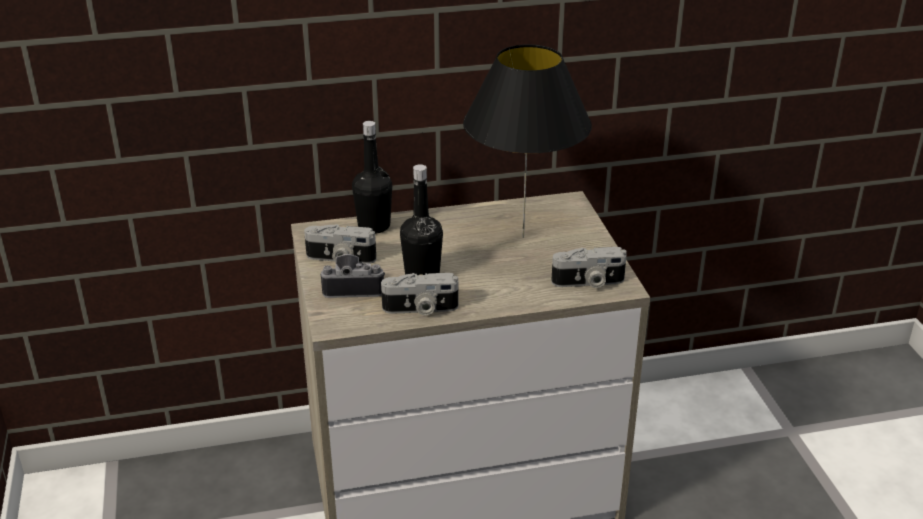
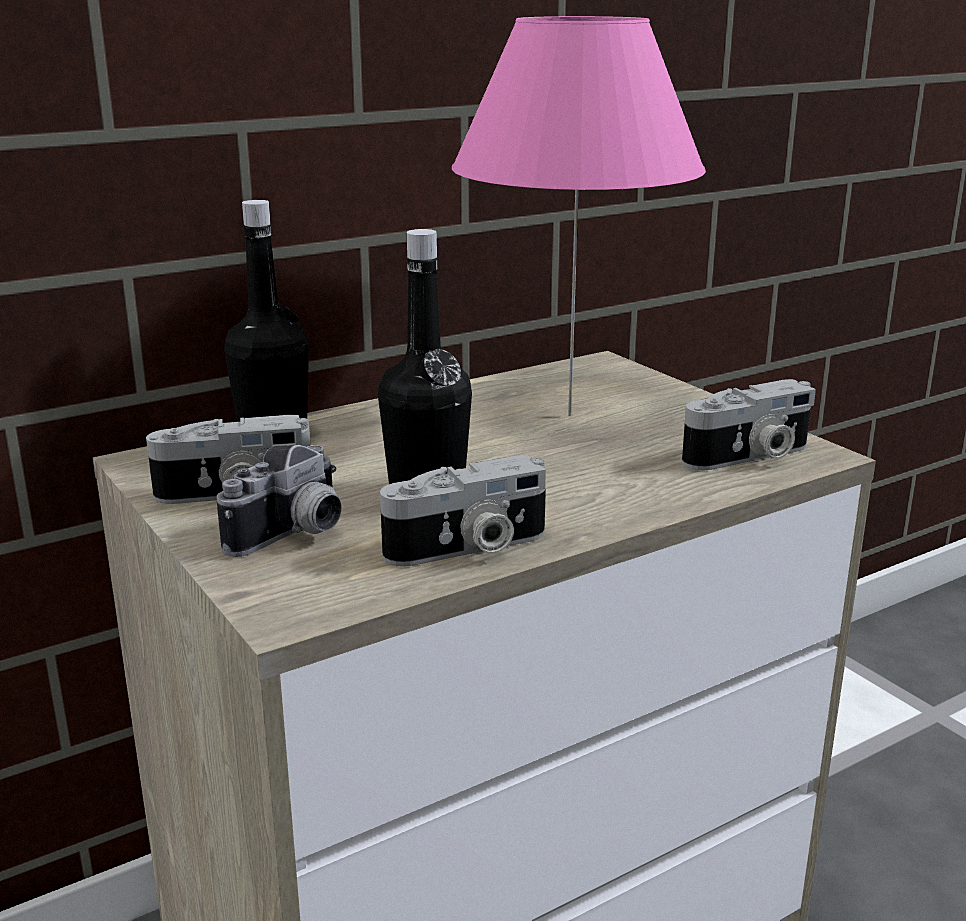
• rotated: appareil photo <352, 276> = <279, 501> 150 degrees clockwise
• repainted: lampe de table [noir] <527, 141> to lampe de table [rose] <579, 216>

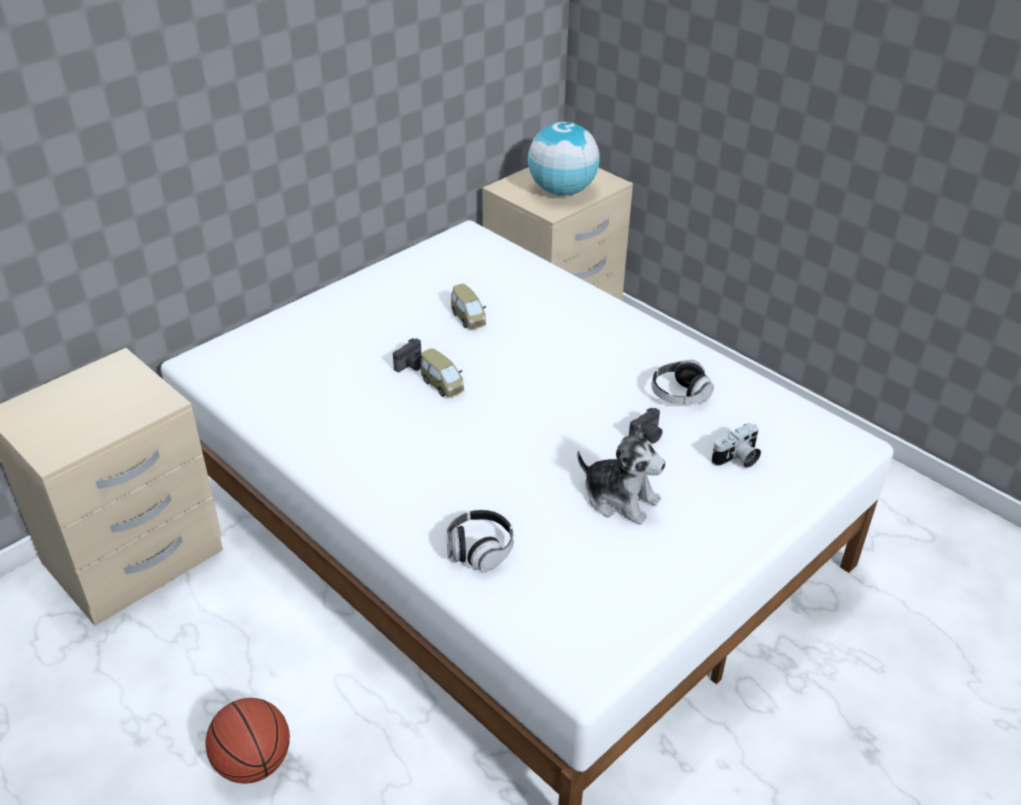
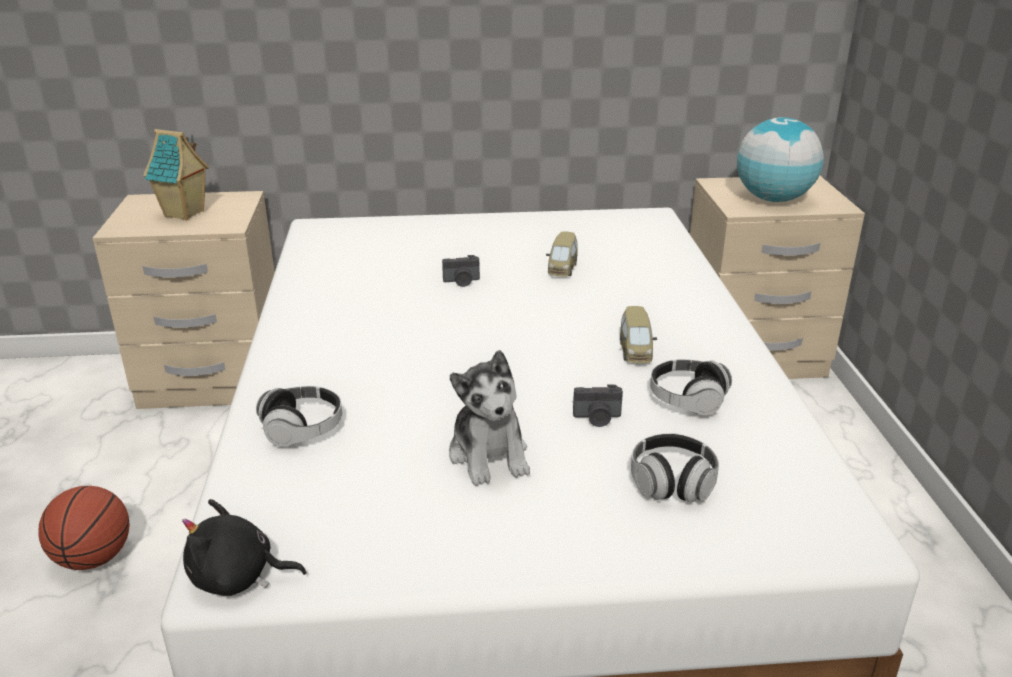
• shifted: petite voiture <442, 373> to <638, 334>
• swapped: appareil photo <736, 445> to casque audio <675, 468>
• new: maison miniature <176, 174>
• new: peluche [noir] <244, 547>

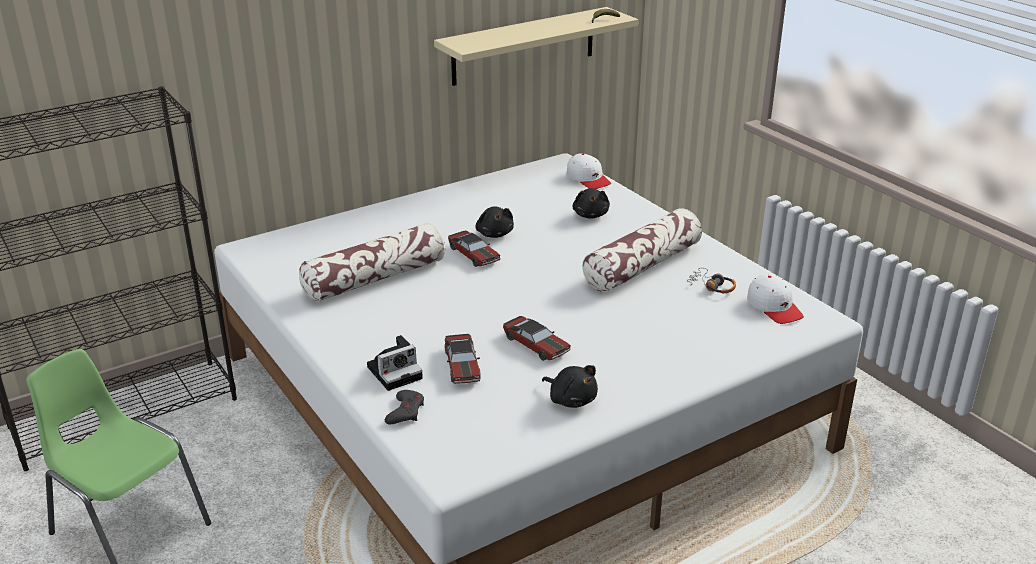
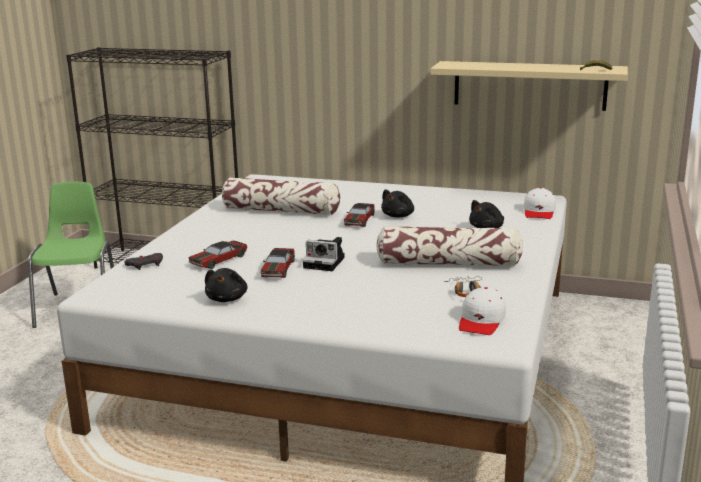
• shifted: appareil photo <395, 363> to <324, 254>

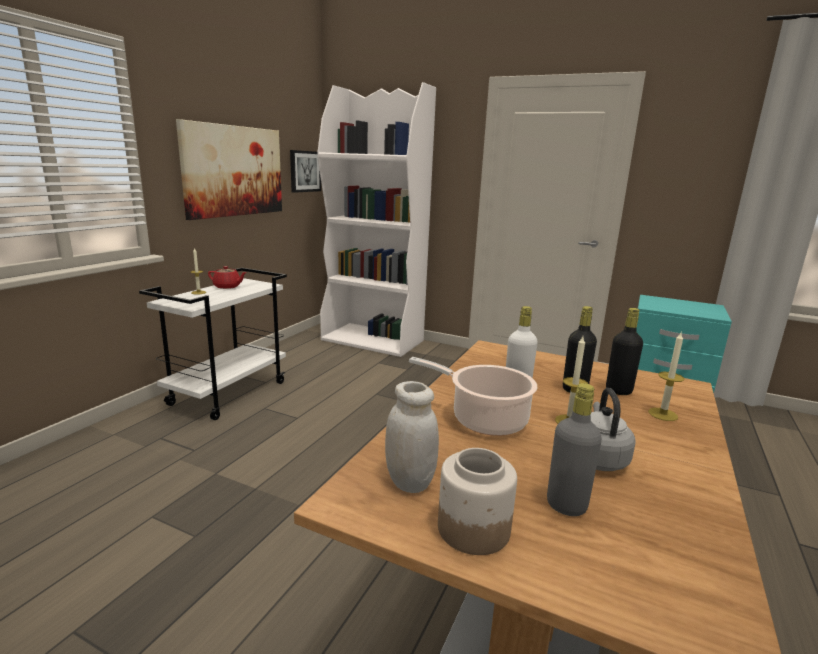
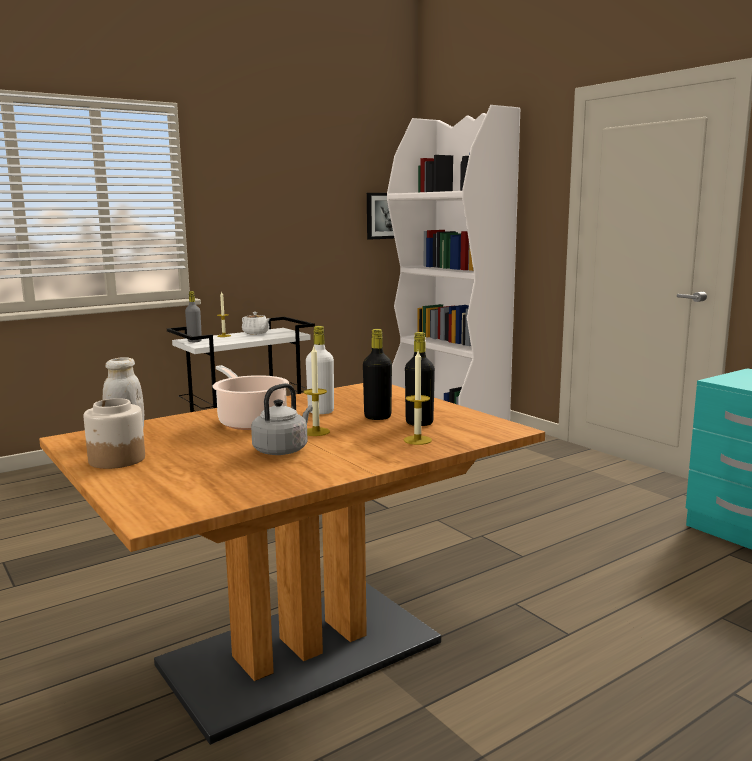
• gone: tableau <229, 169>
• repainted: théière [rouge] <227, 277> to théière [blanc] <256, 323>
• shifted: bouteille [gris] <574, 449> to <193, 316>

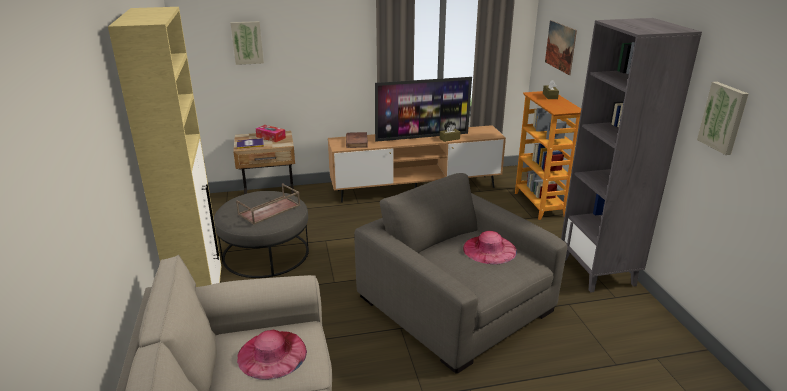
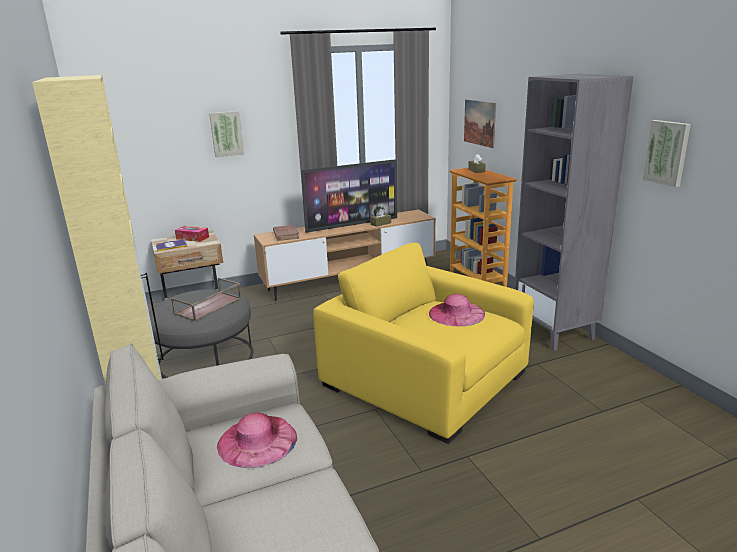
• shifted: tableau <247, 43> to <226, 134>
• repainted: fauteuil [gris] <460, 273> to fauteuil [jaune] <423, 343>

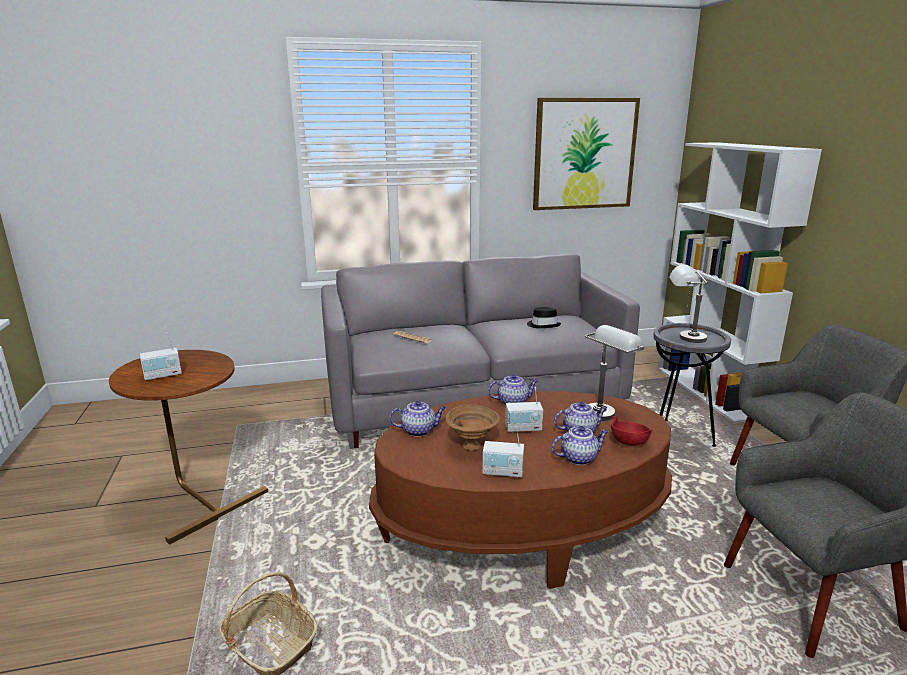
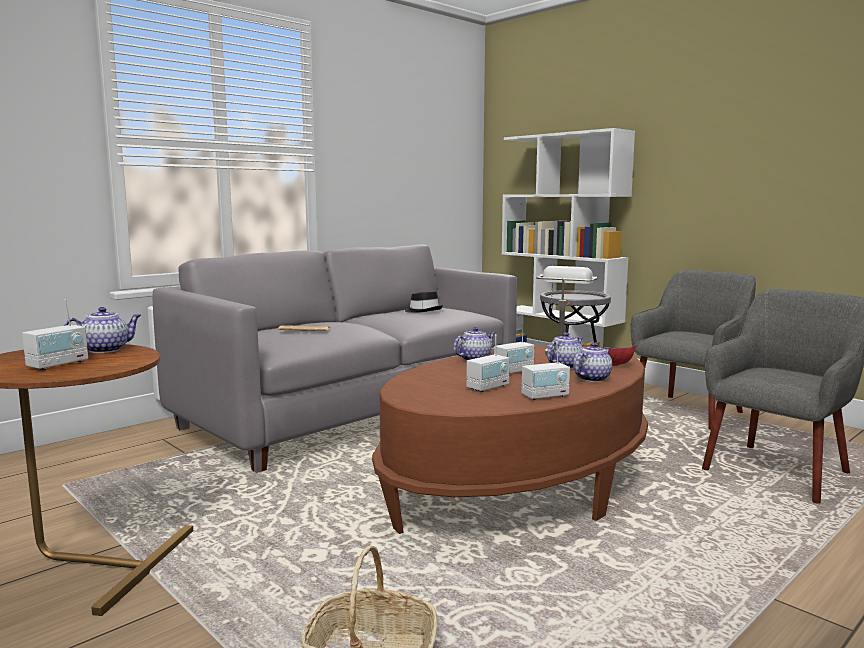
• shifted: théière <418, 419> to <102, 330>
• swapped: bol [marron] <473, 428> to radio <488, 363>
• gone: tableau <586, 154>
• gone: lampe de table [gris] <688, 303>

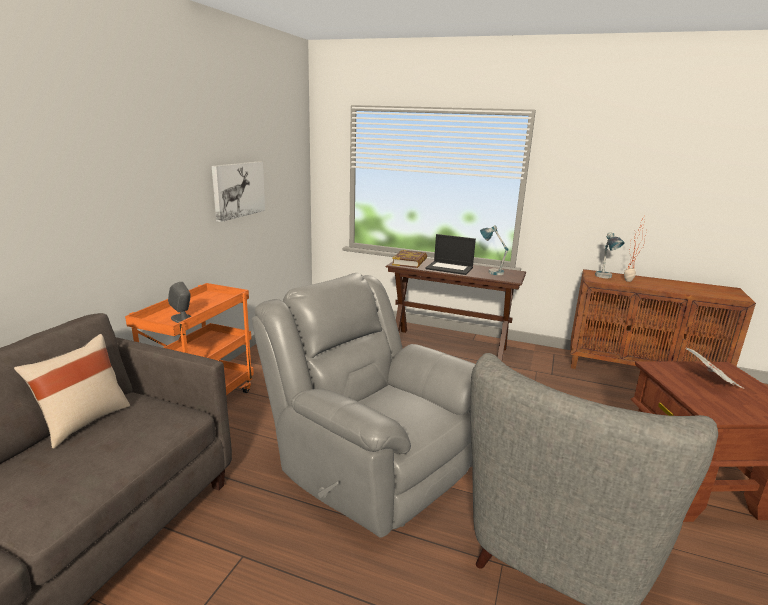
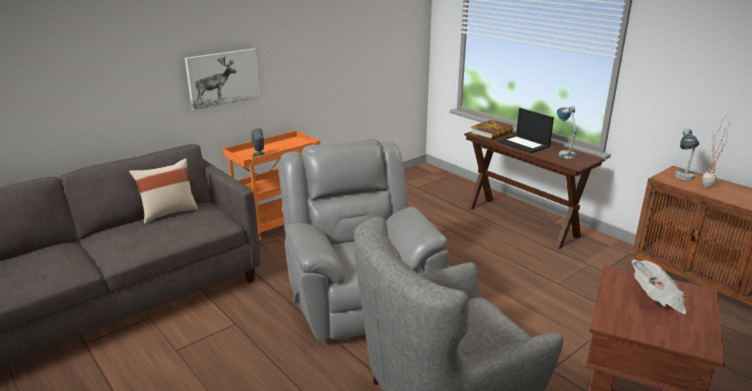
• shifted: tableau <238, 191> to <222, 79>

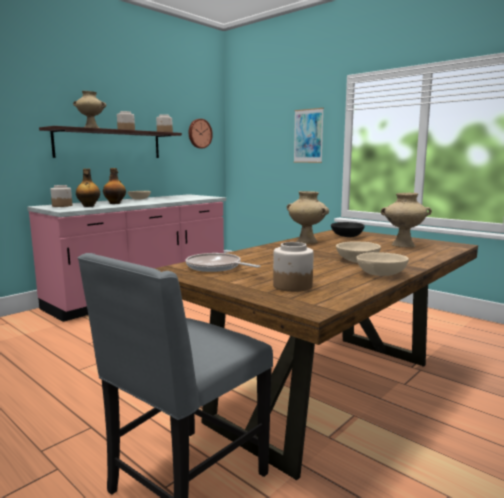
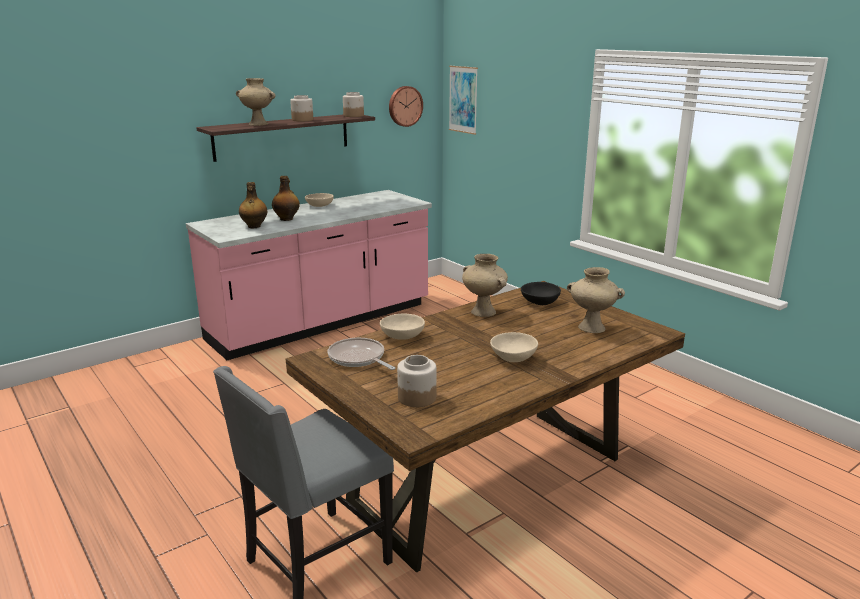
• gone: bocal <61, 196>
• shifted: tableau <309, 135> to <463, 100>
• shifted: bol [beige] <383, 264> to <402, 326>

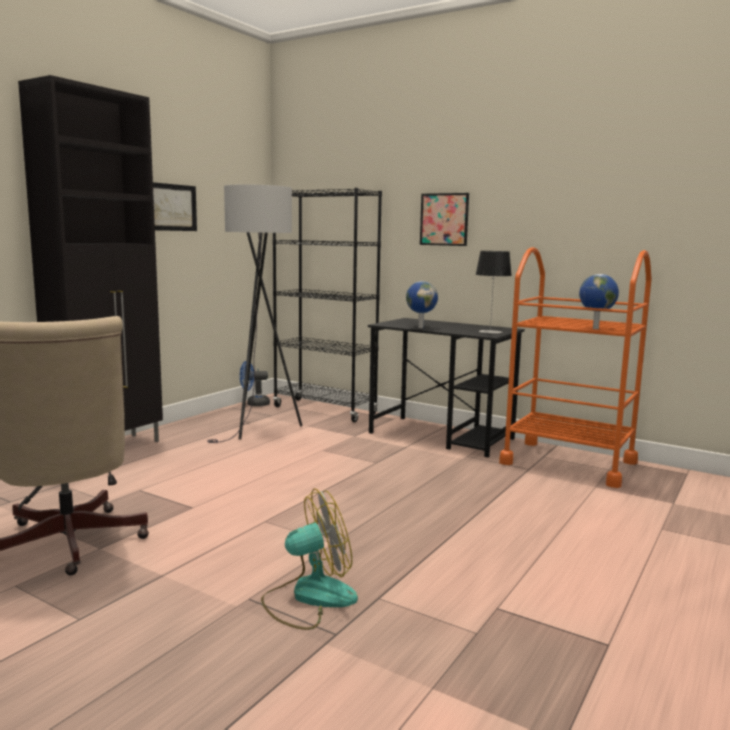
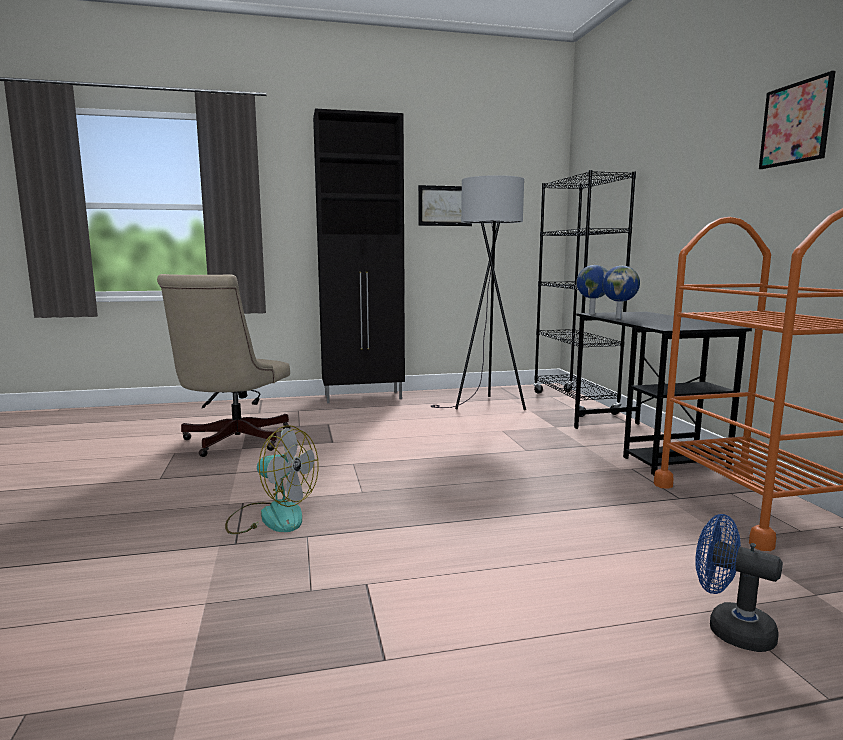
• shifted: ventilateur [bleu] <255, 383> to <739, 583>
• shifted: tableau <444, 219> to <797, 120>
• gone: lampe de table <494, 292>
• shifted: globe <599, 301> to <592, 289>

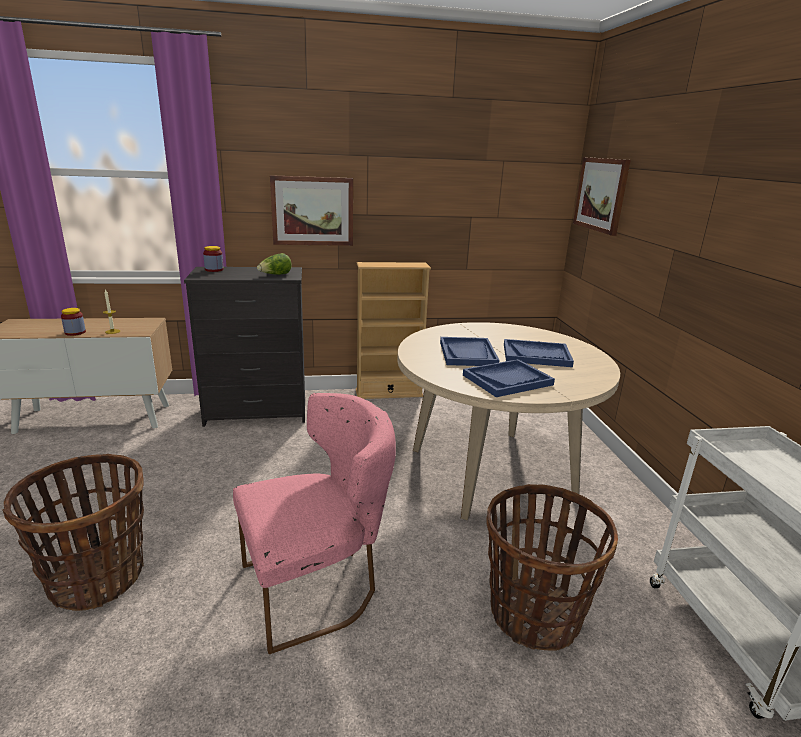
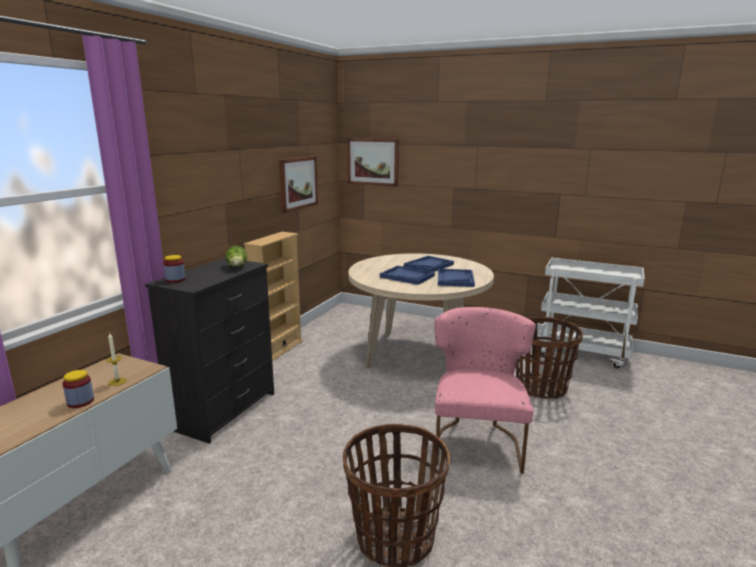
• shifted: tableau <311, 210> to <298, 184>

